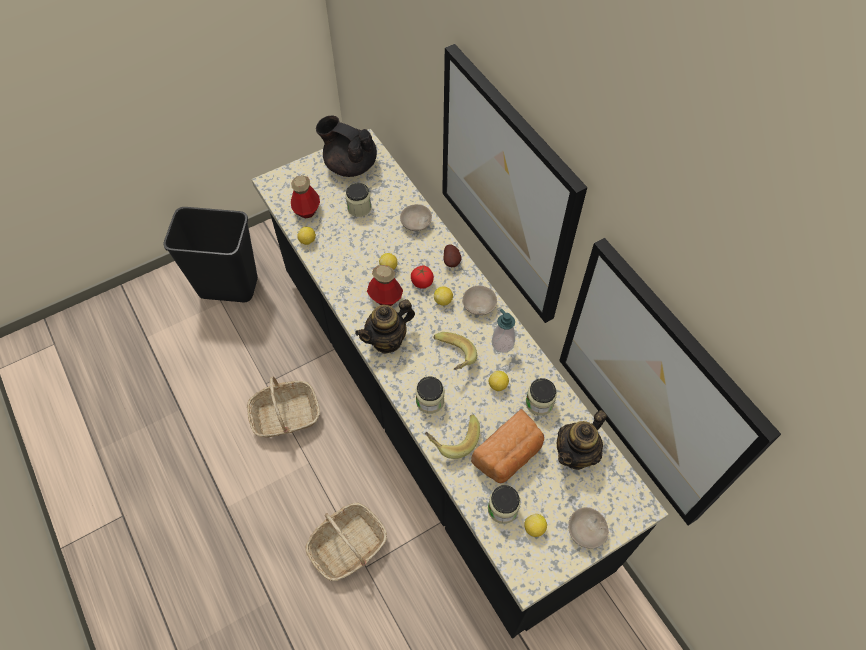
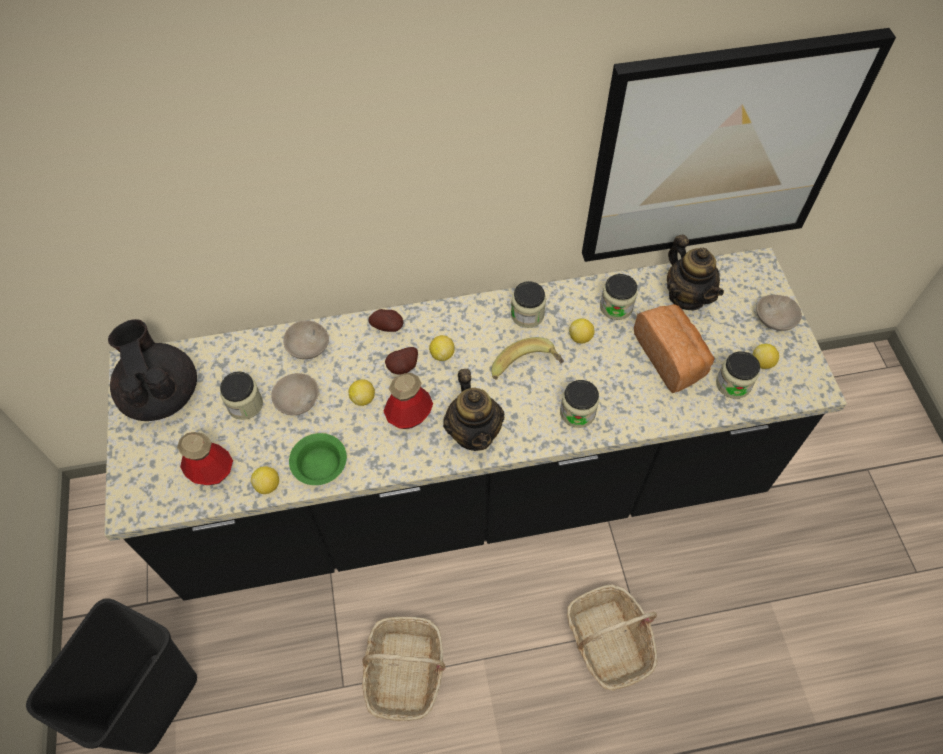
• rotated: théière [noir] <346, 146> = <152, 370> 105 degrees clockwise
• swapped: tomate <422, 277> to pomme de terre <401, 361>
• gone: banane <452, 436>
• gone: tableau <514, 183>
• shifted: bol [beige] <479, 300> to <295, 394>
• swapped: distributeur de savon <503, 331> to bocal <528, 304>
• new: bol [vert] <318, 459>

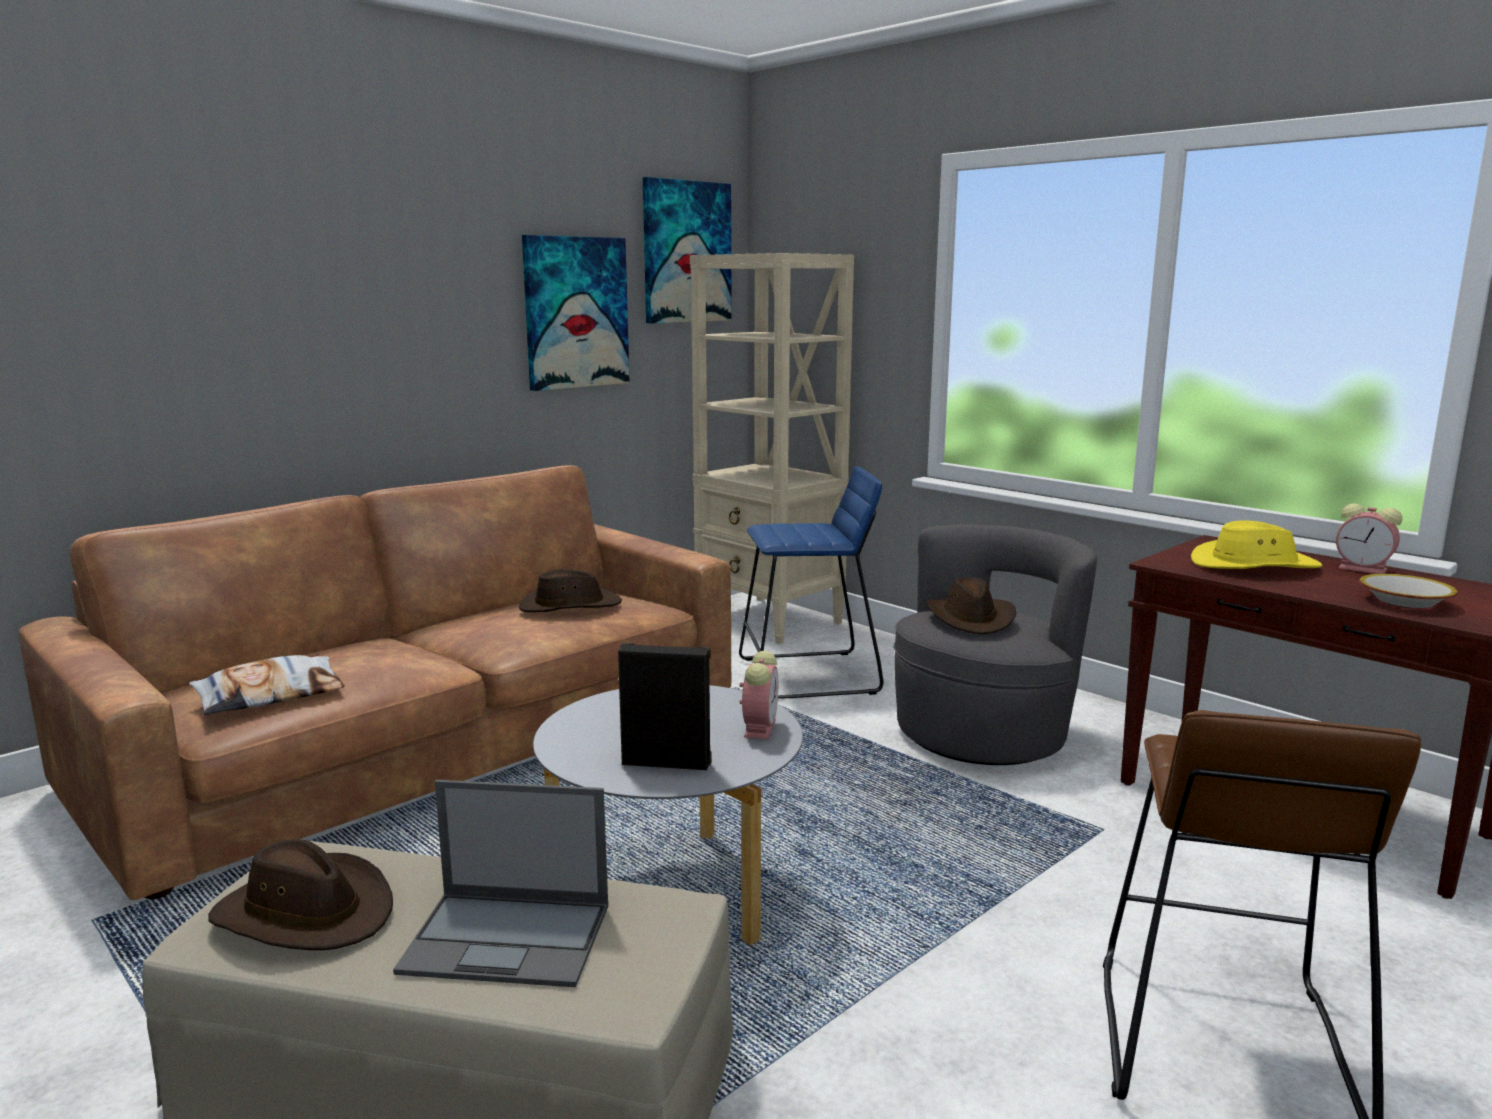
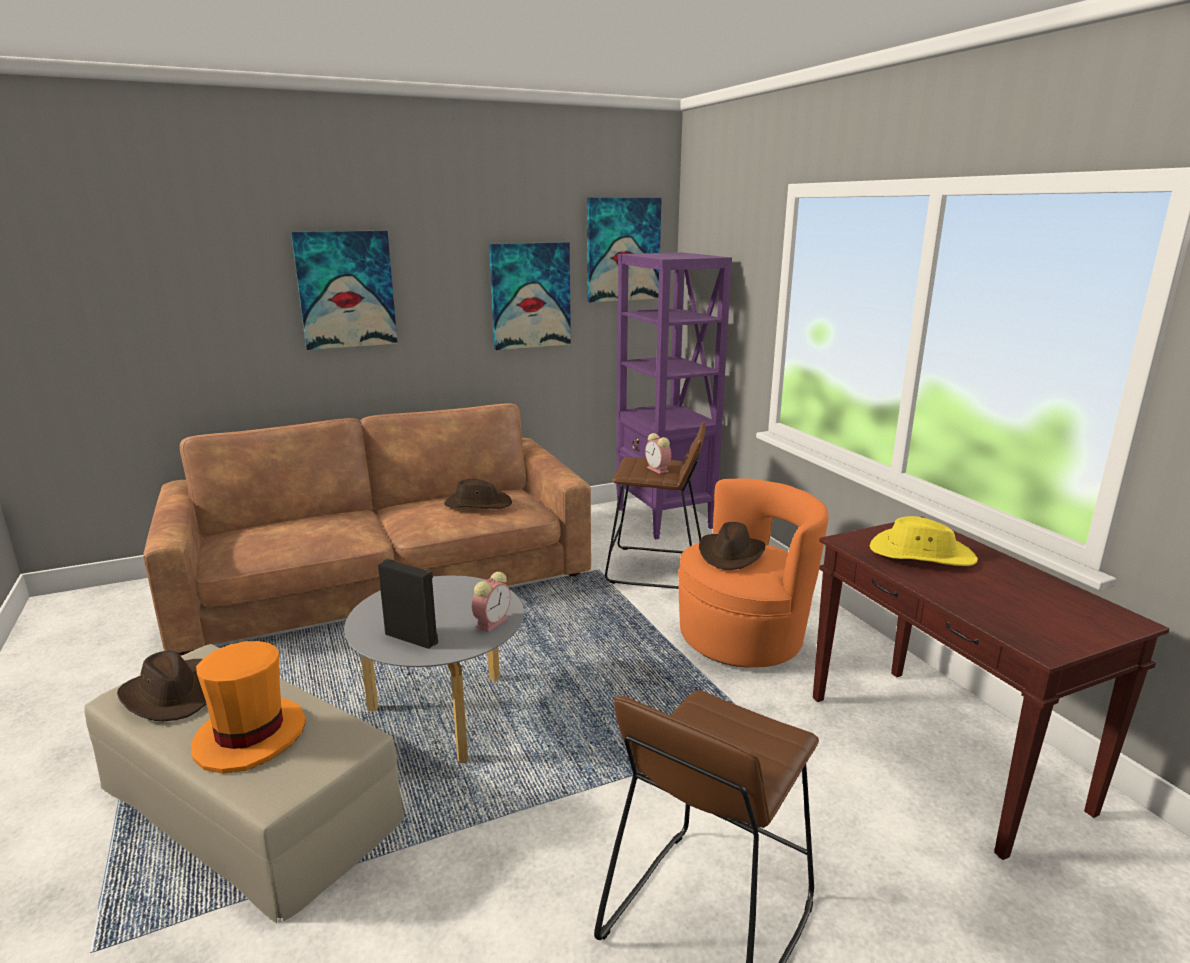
• gone: coussin <267, 685>
• swapped: ordinateur portable <501, 883> to chapeau [orange] <248, 707>
• repainted: bibliothèque [beige] <772, 448> to bibliothèque [violet] <674, 395>
• repainted: tabouret [bleu] <811, 582> to tabouret [marron] <655, 505>
• repainted: fauteuil [gris] <995, 644> to fauteuil [orange] <753, 573>
• shifted: réveil <1369, 538> to <658, 453>
• gone: bol <1408, 591>
• new: tableau <344, 290>

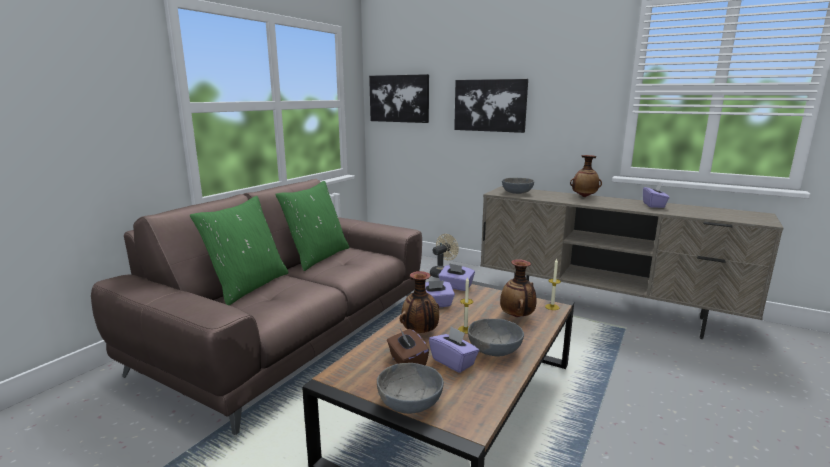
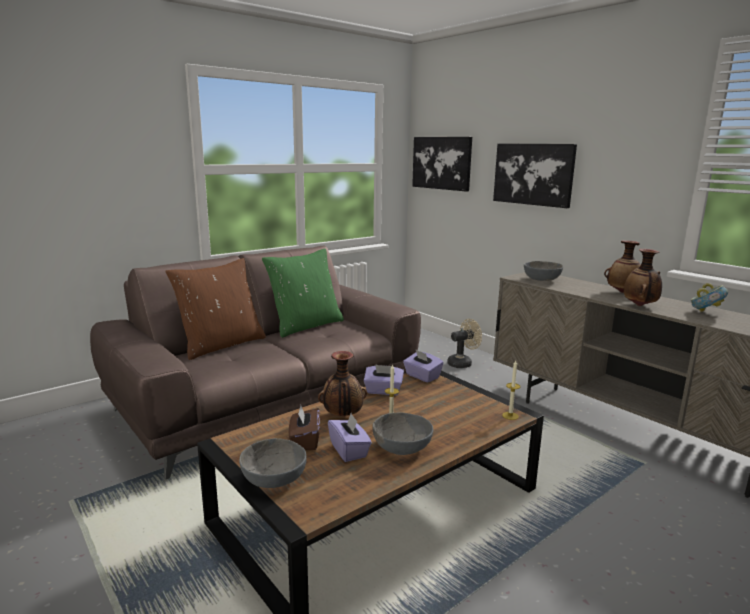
• repainted: coussin [vert] <239, 251> to coussin [marron] <215, 309>
• shifted: vase <518, 288> to <643, 277>
• swapped: boîte à mouchoirs [violet] <656, 195> to bol <709, 297>

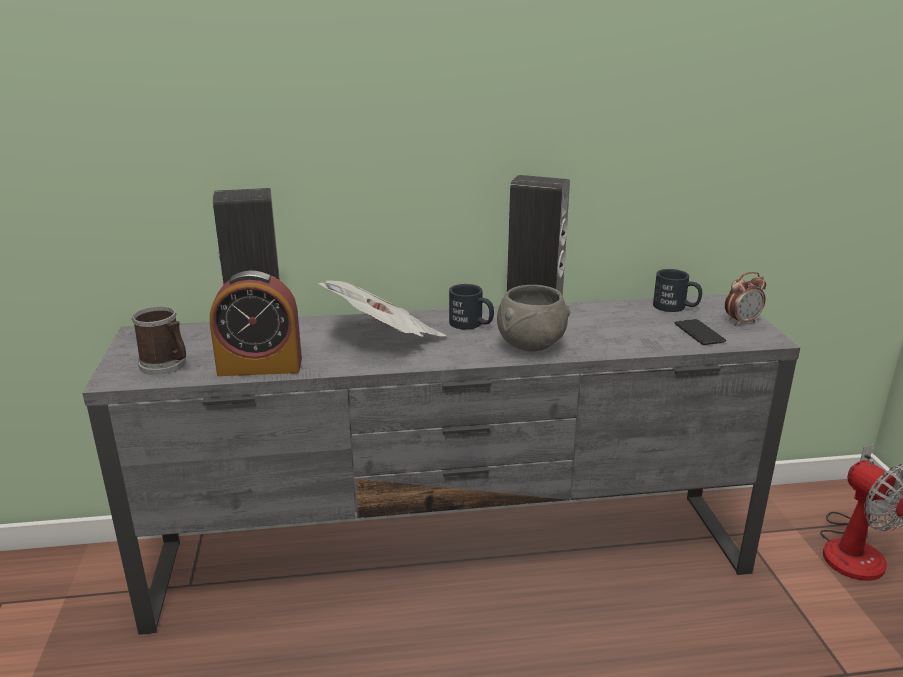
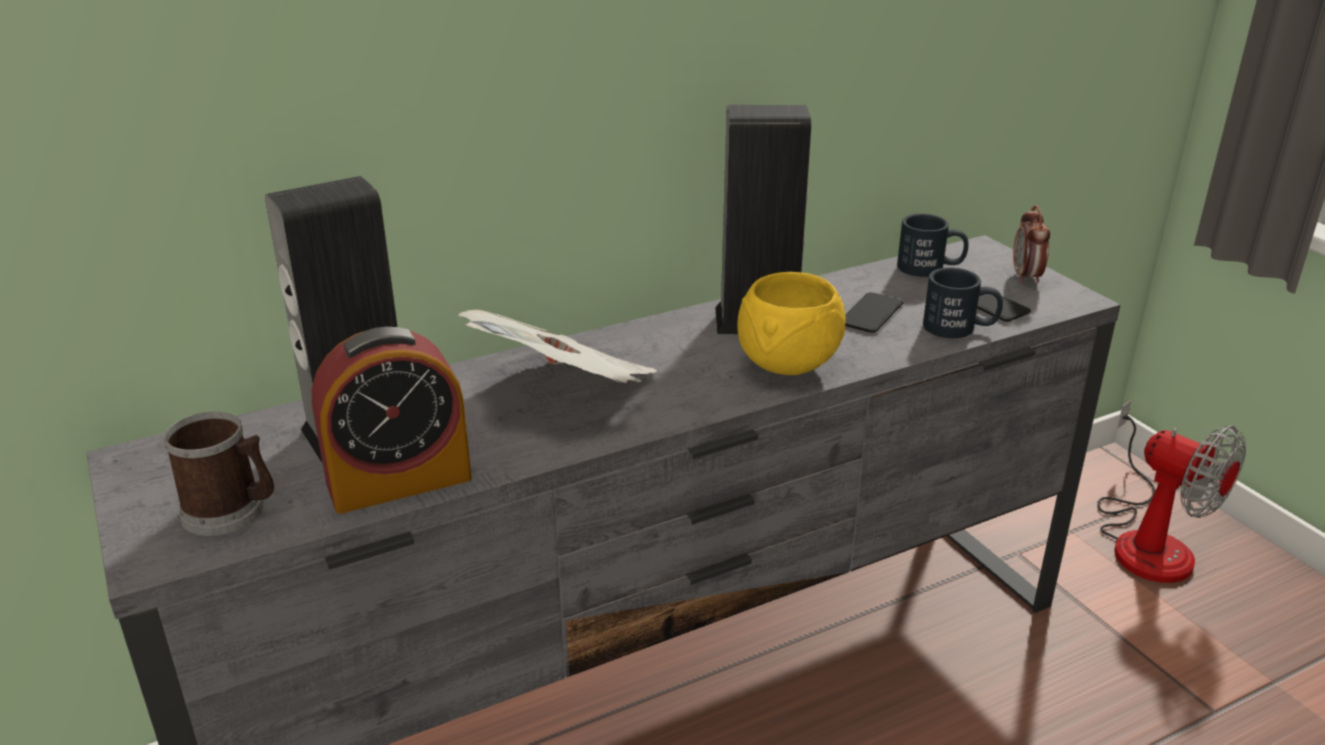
• shifted: mug [noir] <471, 307> to <963, 302>
• repainted: bol [gris] <533, 318> to bol [jaune] <791, 323>
• rotated: réveil <745, 299> = <1031, 244> 135 degrees clockwise
• new: téléphone <874, 312>

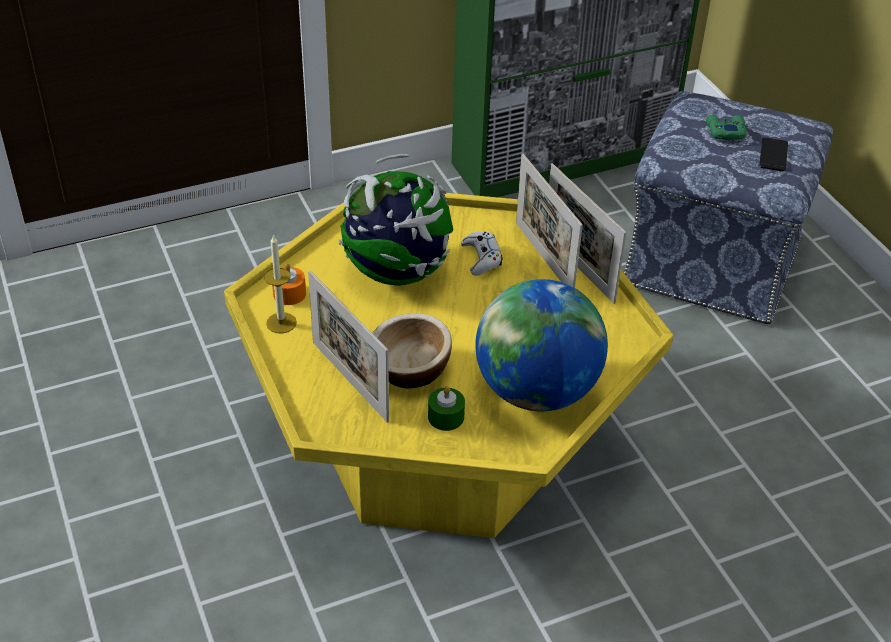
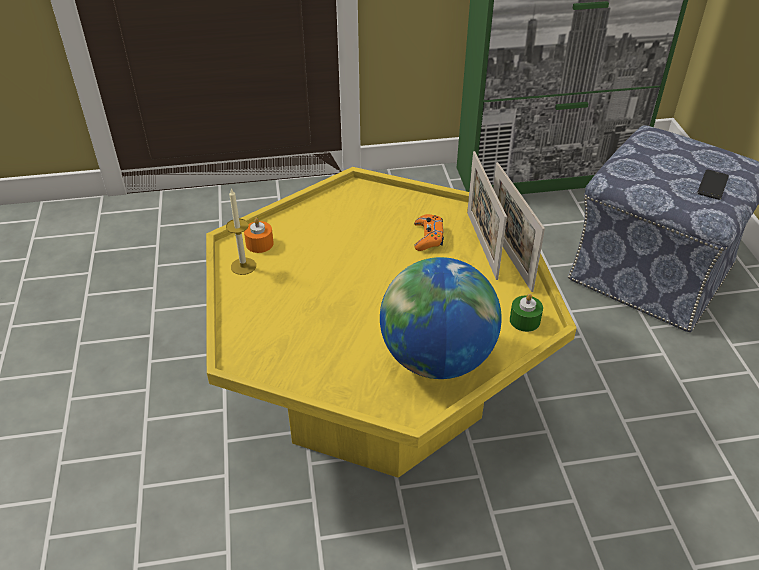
• gone: cadre photo <348, 346>
• gone: globe <396, 220>
• gone: bol <412, 350>
• shifted: bougie [vert] <446, 408> to <526, 313>
• repainted: manette [blanc] <482, 253> to manette [orange] <429, 232>
• gone: manette [vert] <726, 127>

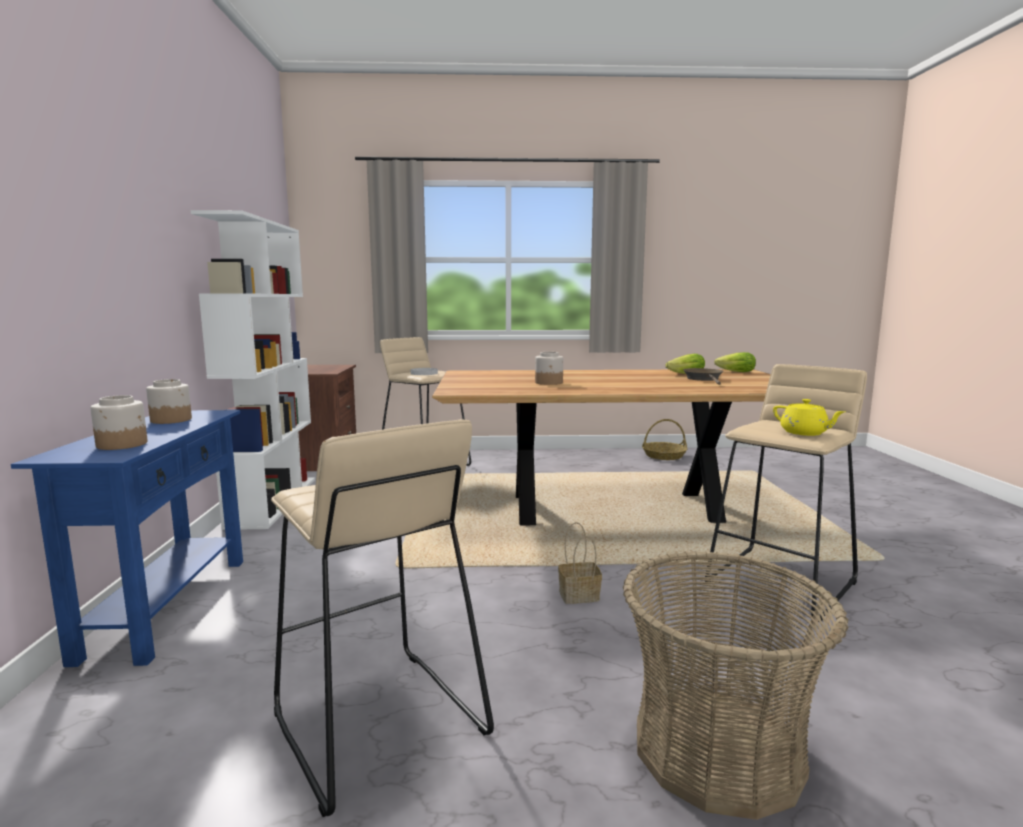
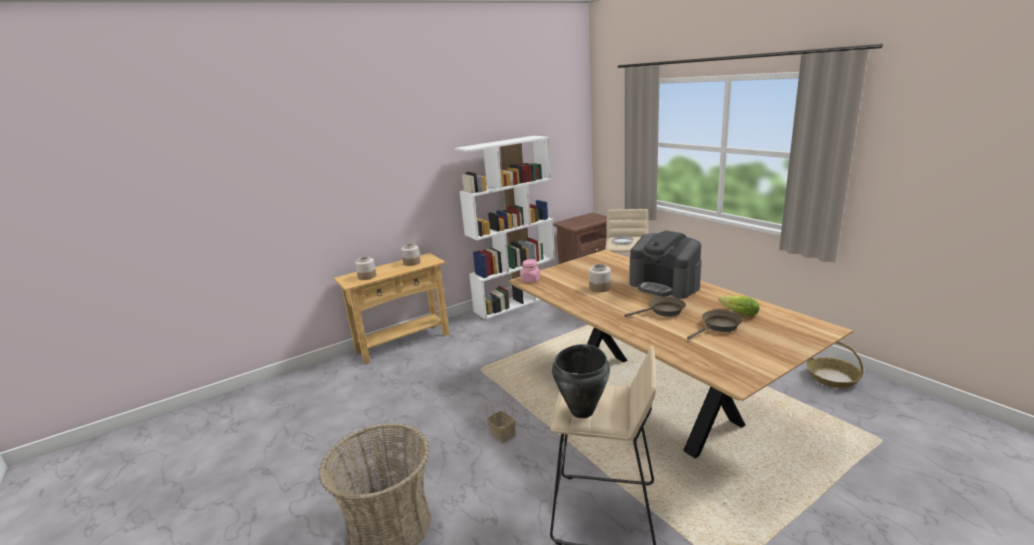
• repainted: table console [bleu] <127, 538> to table console [beige] <391, 308>
• gone: tabouret [beige] <382, 618>
• gone: laitue <735, 362>
• swapped: théière [jaune] <809, 417> to marmite [noir] <581, 381>
• new: bocal [rose] <530, 270>
• new: poêle [marron] <655, 307>
• new: machine à café <666, 264>

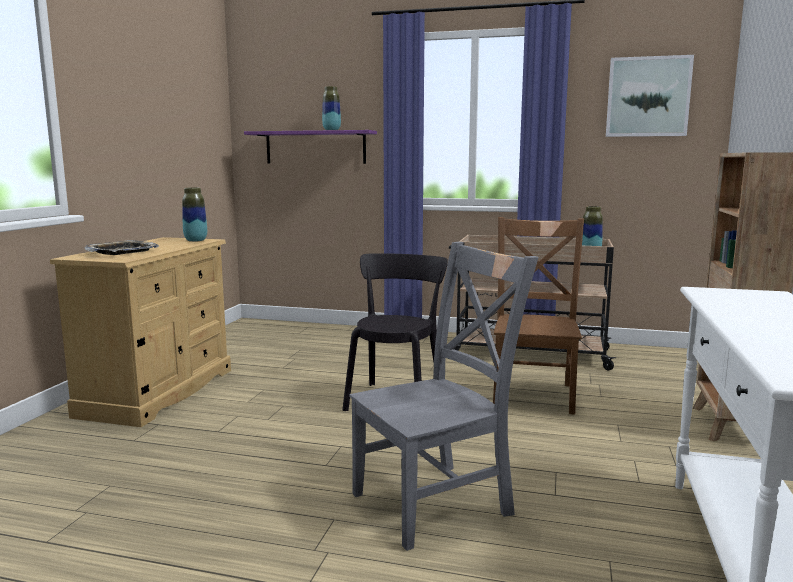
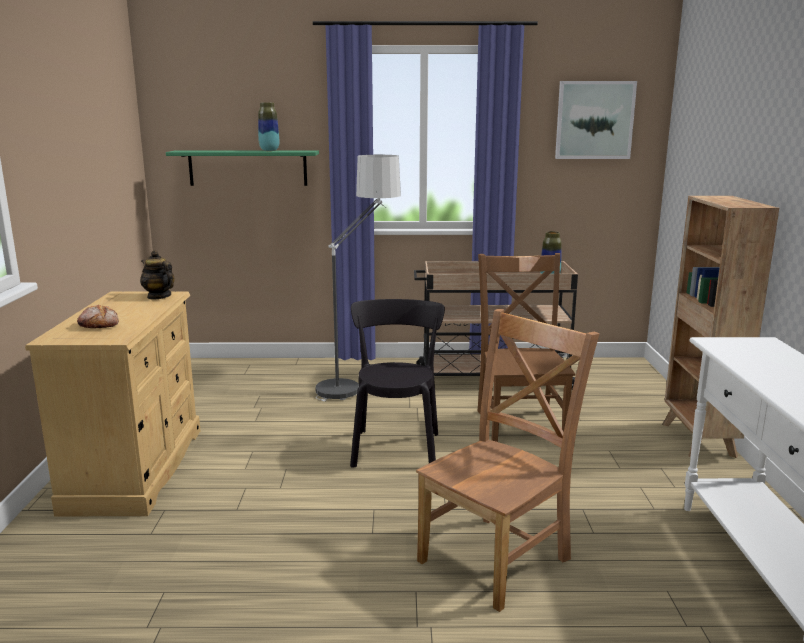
• swapped: plateau <122, 247> to pain <98, 316>
• swapped: vase <194, 214> to théière <157, 275>
• repainted: étagère [violet] <310, 147> to étagère [vert] <242, 168>
• repainted: chaise [gris] <444, 396> to chaise [marron] <507, 460>
• new: lampadaire <358, 278>

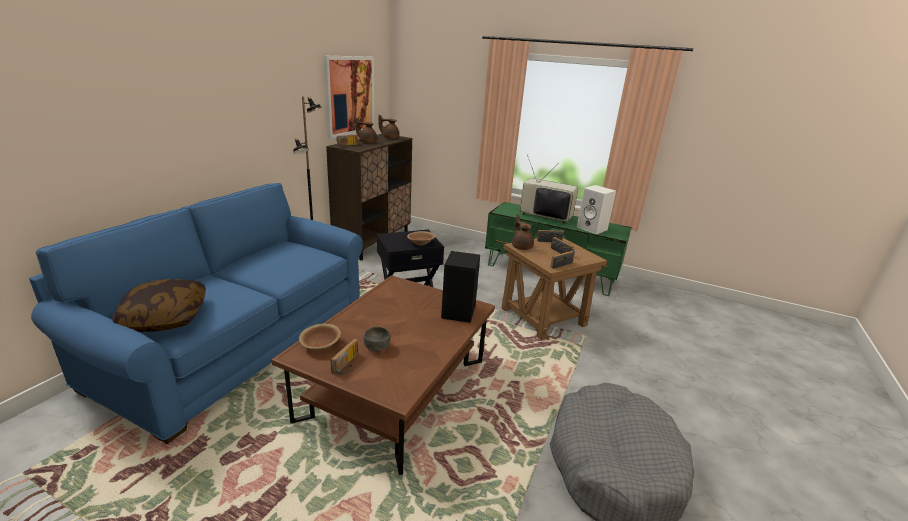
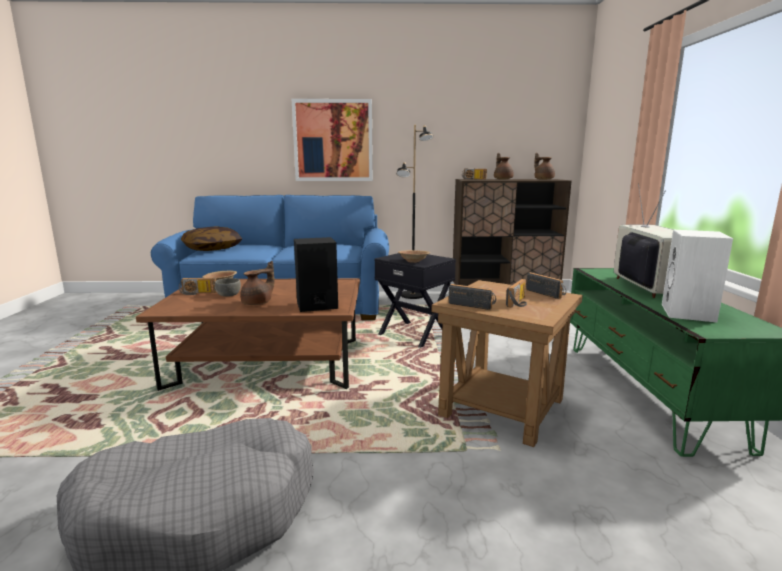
• shifted: tableau <349, 97> to <332, 140>
• shifted: théière [marron] <523, 232> to <257, 283>

